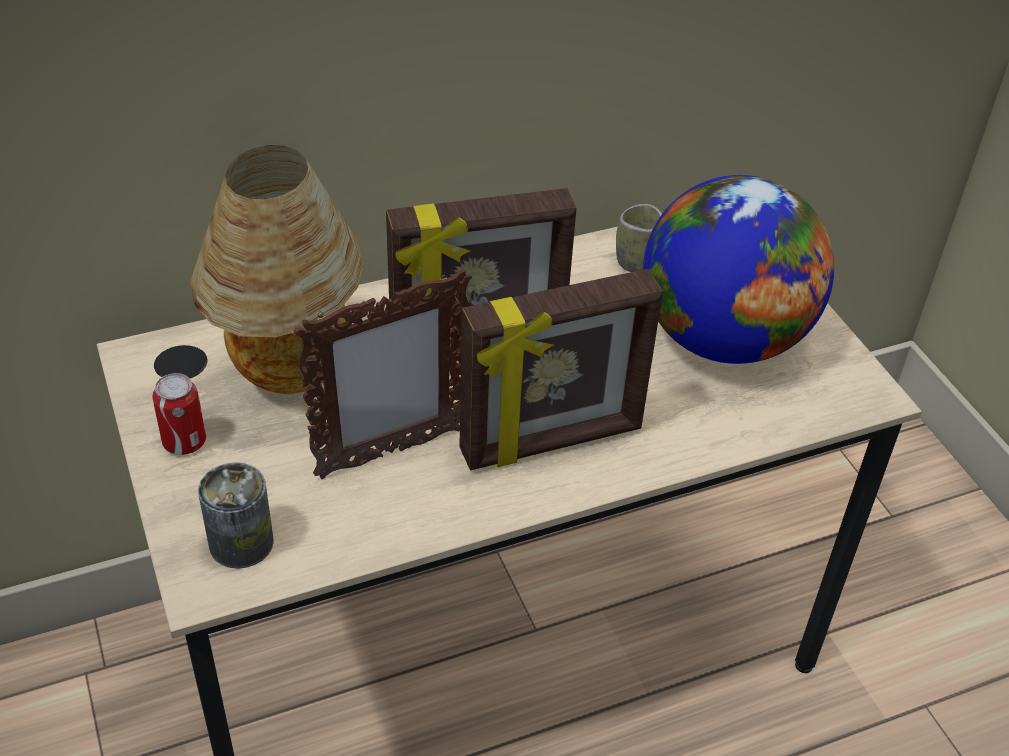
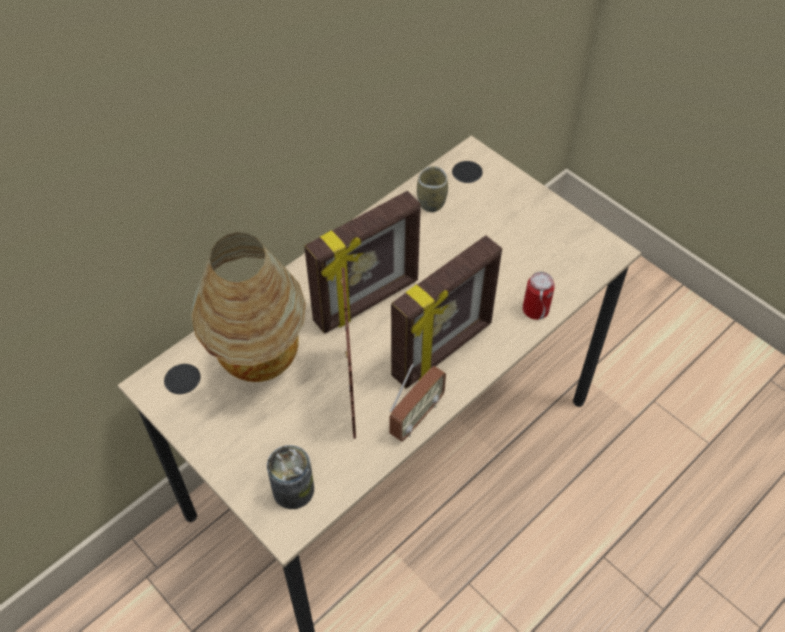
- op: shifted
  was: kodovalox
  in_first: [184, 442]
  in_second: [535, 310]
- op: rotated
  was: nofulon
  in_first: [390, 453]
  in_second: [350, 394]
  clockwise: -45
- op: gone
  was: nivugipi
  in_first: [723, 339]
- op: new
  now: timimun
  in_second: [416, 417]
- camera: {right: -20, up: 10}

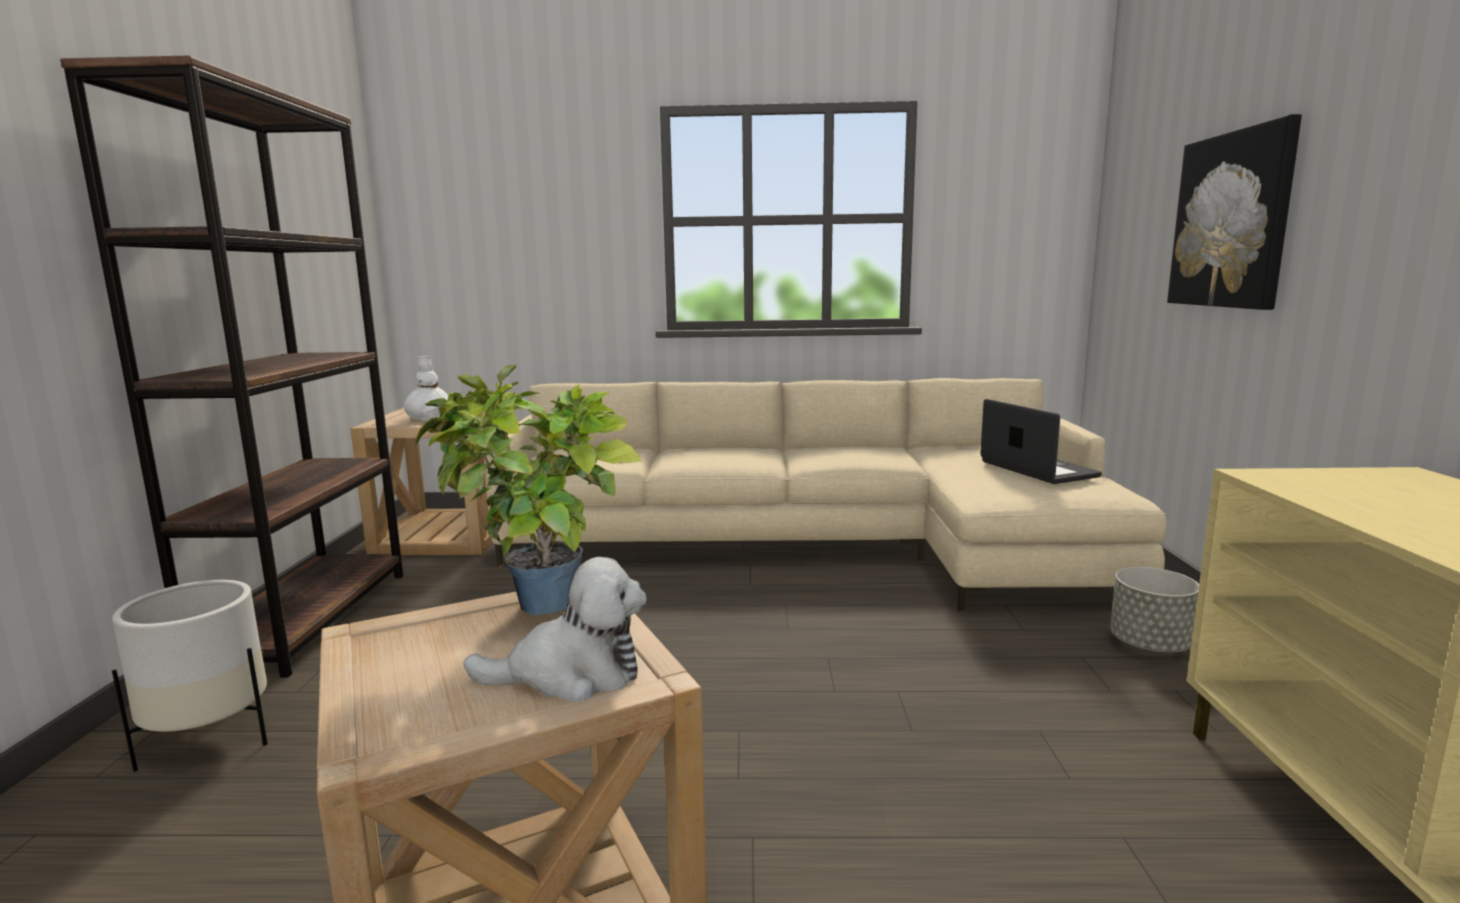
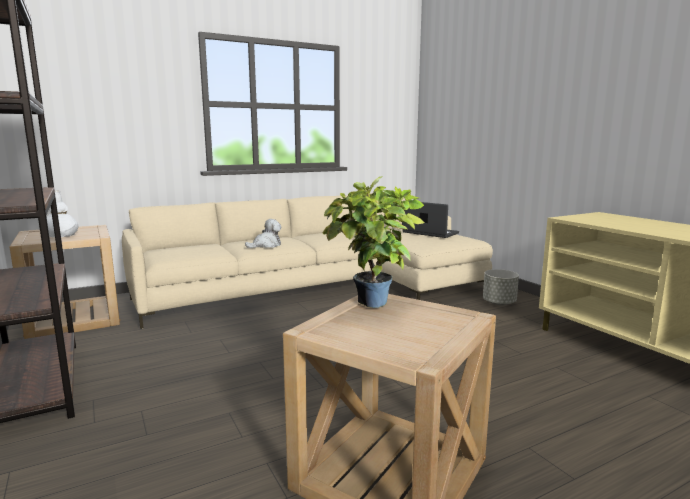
- op: gone
  was: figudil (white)
  in_first: [210, 739]
- op: shifted
  was: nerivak
  in_first: [571, 675]
  in_second: [266, 245]
- op: gone
  was: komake
  in_first: [1232, 220]
- camera: {right: -30, up: 0}

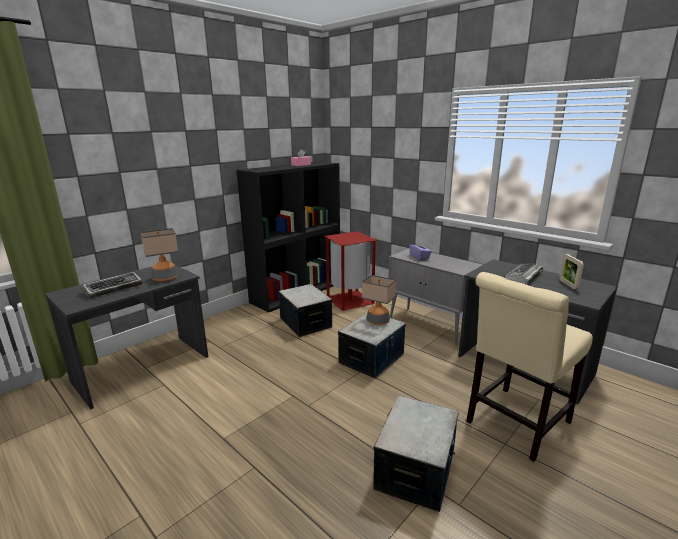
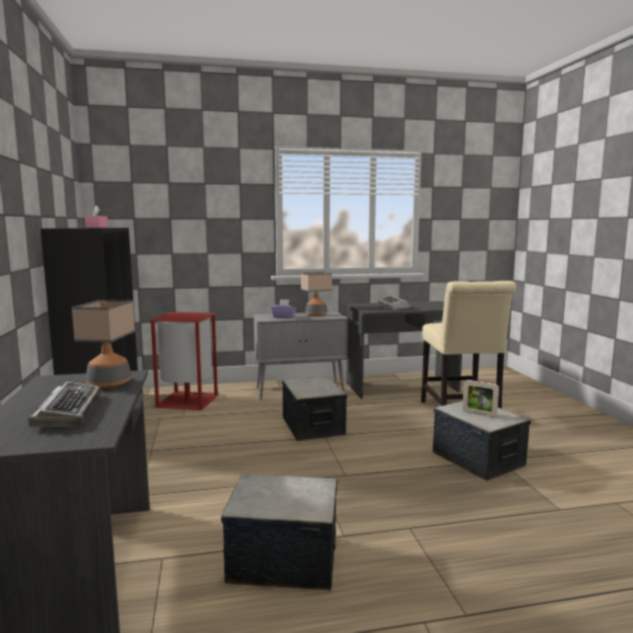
- op: shifted
  was: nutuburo
  in_first: [306, 323]
  in_second: [283, 559]
- op: shifted
  was: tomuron
  in_first: [377, 321]
  in_second: [316, 314]
- op: shifted
  was: nofulon
  in_first: [568, 284]
  in_second: [479, 414]
- camera: {right: -55, up: -10}

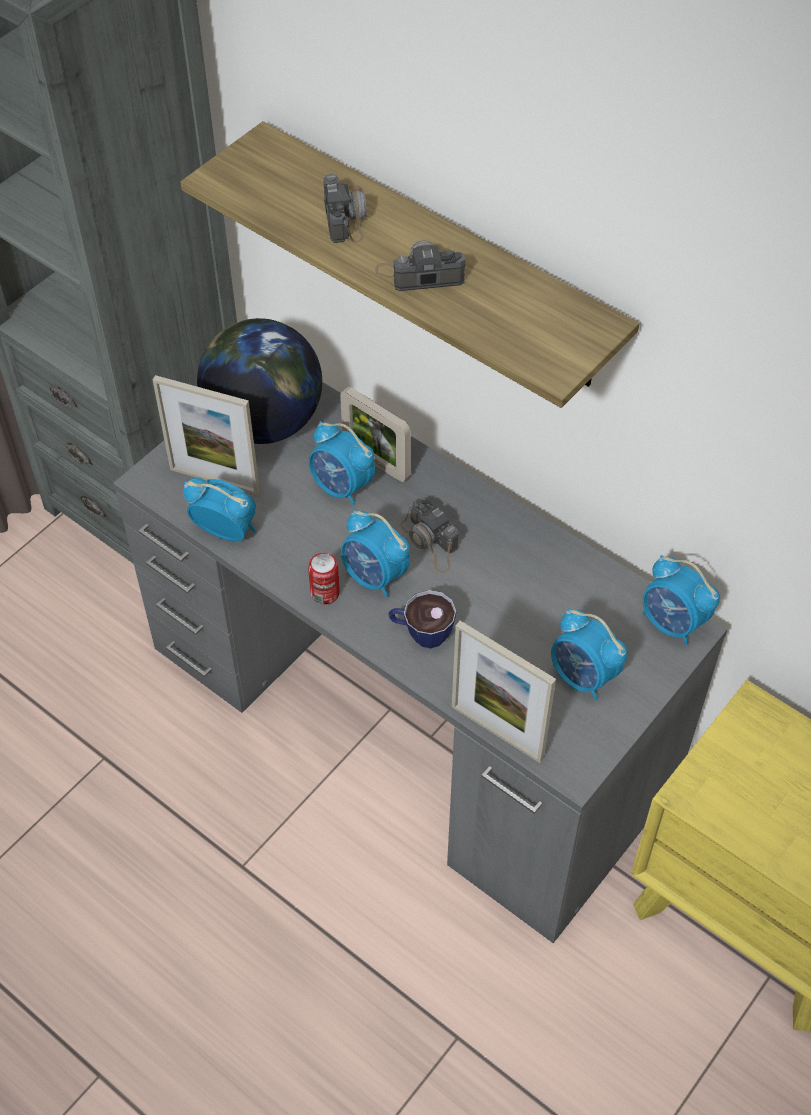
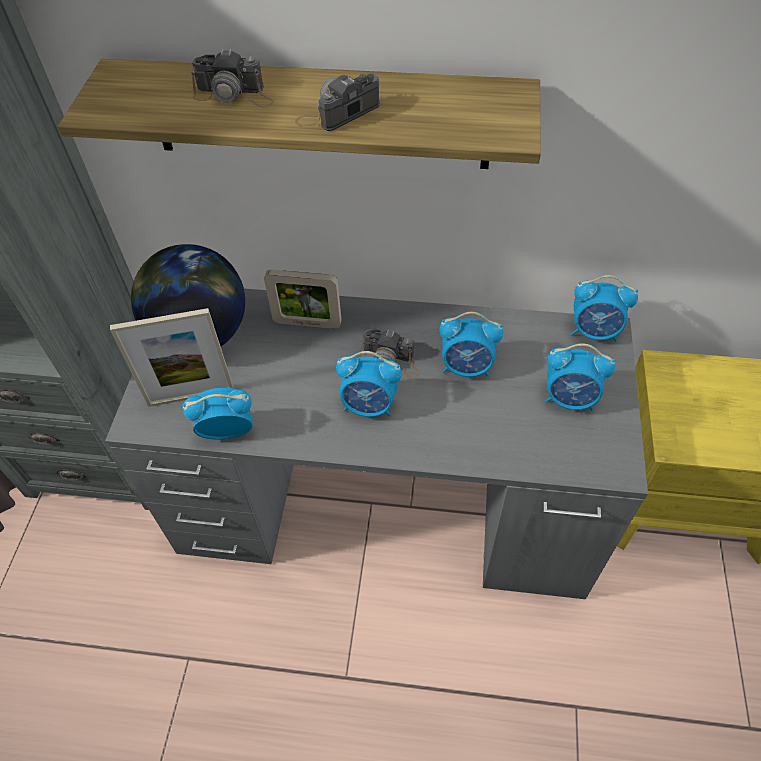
- op: gone
  was: kodovalox
  in_first: [325, 593]
- op: shifted
  was: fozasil
  in_first: [342, 487]
  in_second: [467, 367]
- op: rotated
  was: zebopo
  in_first: [346, 214]
  in_second: [234, 95]
  clockwise: 135
- op: gone
  was: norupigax
  in_first: [421, 632]
- op: gone
  was: nofulon
  in_first: [497, 732]
- camera: {right: -30, up: 0}

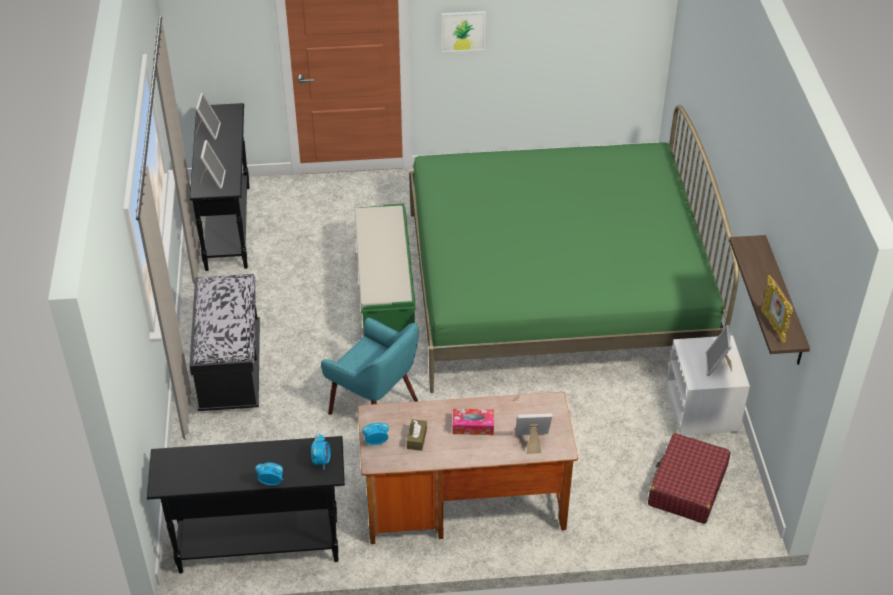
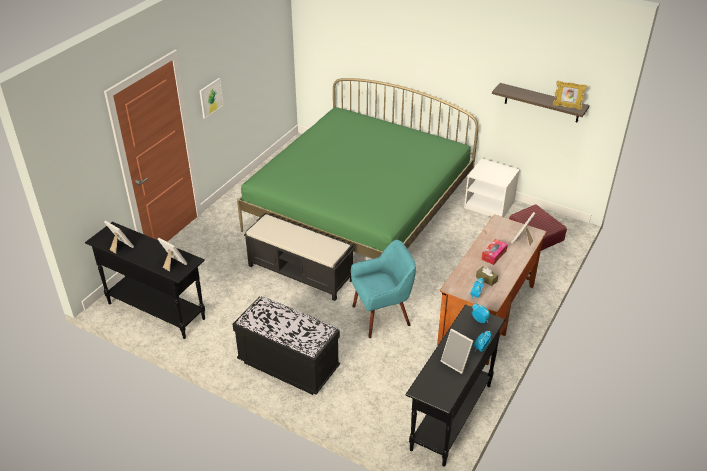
- op: repainted
  was: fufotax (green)
  now: fufotax (black)
  in_first: [386, 301]
  in_second: [301, 273]
- op: shifted
  was: nofulon
  in_first: [717, 366]
  in_second: [456, 362]
- camera: {right: -55, up: -5}

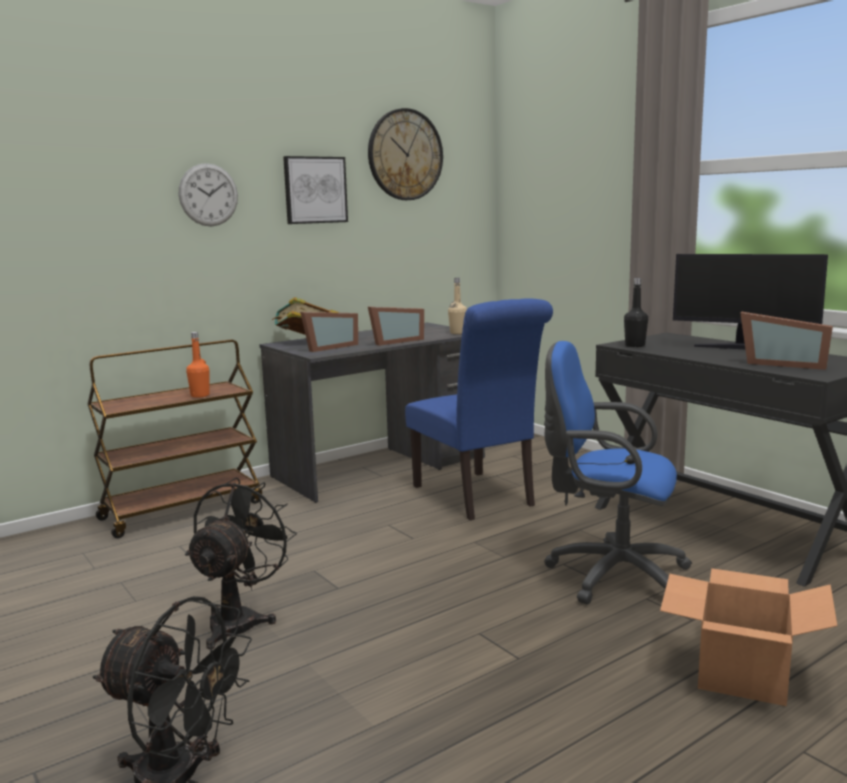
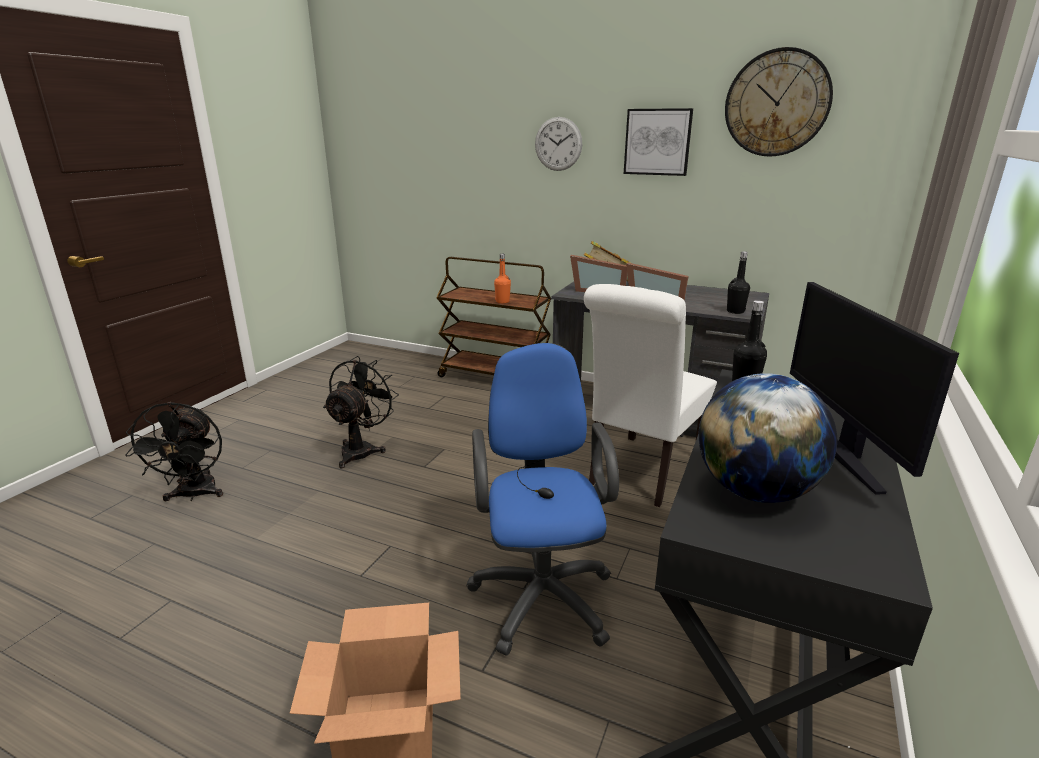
- op: rotated
  was: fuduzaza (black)
  in_first: [240, 620]
  in_second: [362, 450]
  clockwise: -60
- op: repainted
  was: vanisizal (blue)
  now: vanisizal (white)
  in_first: [477, 497]
  in_second: [641, 473]
- op: repainted
  was: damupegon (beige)
  now: damupegon (black)
  in_first: [457, 333]
  in_second: [735, 311]
- op: swapped
  was: nofulon
  now: nivugipi
  in_first: [783, 364]
  in_second: [755, 491]
- camera: {right: 60, up: 10}

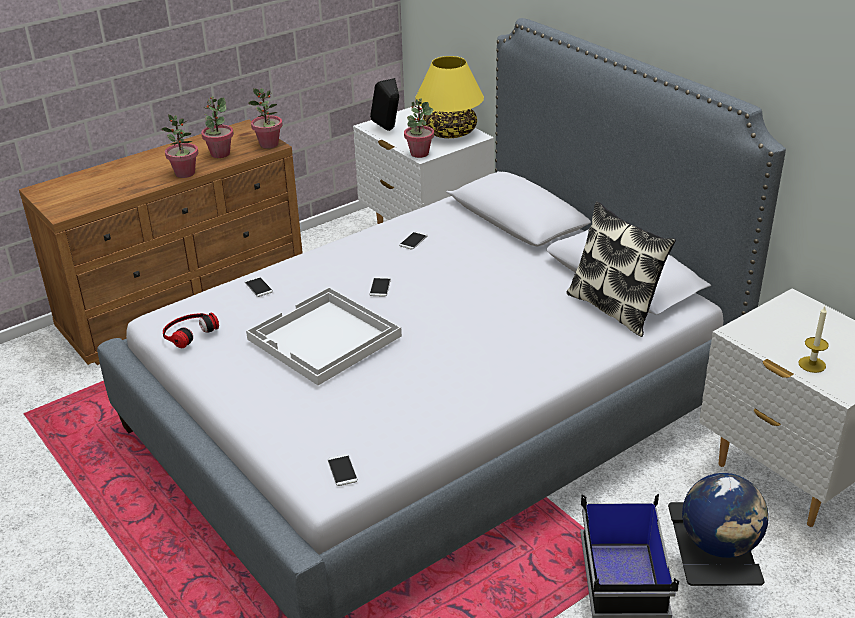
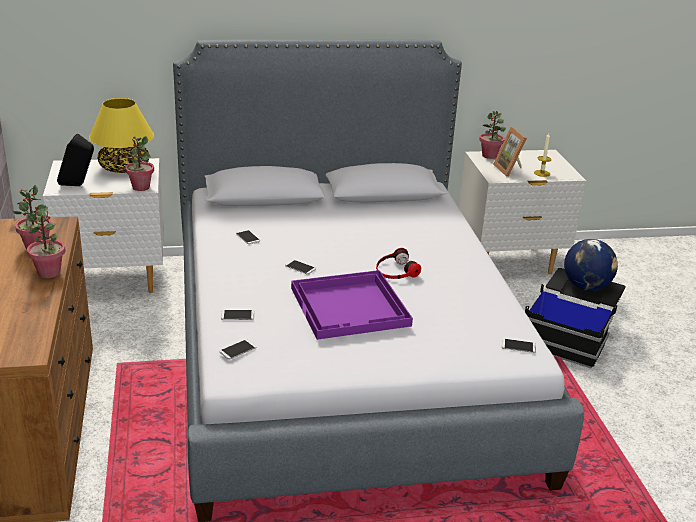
- op: shifted
  was: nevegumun
  in_first: [188, 332]
  in_second: [395, 270]
- op: repainted
  was: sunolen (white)
  now: sunolen (purple)
  in_first: [324, 338]
  in_second: [351, 307]
- op: shifted
  was: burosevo
  in_first: [269, 144]
  in_second: [489, 156]
- op: gone
  was: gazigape
  in_first: [614, 308]
- op: new
  now: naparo
  in_second: [238, 350]
- op: new
  now: nofulon
  in_second: [510, 170]
- camera: {right: -65, up: -5}

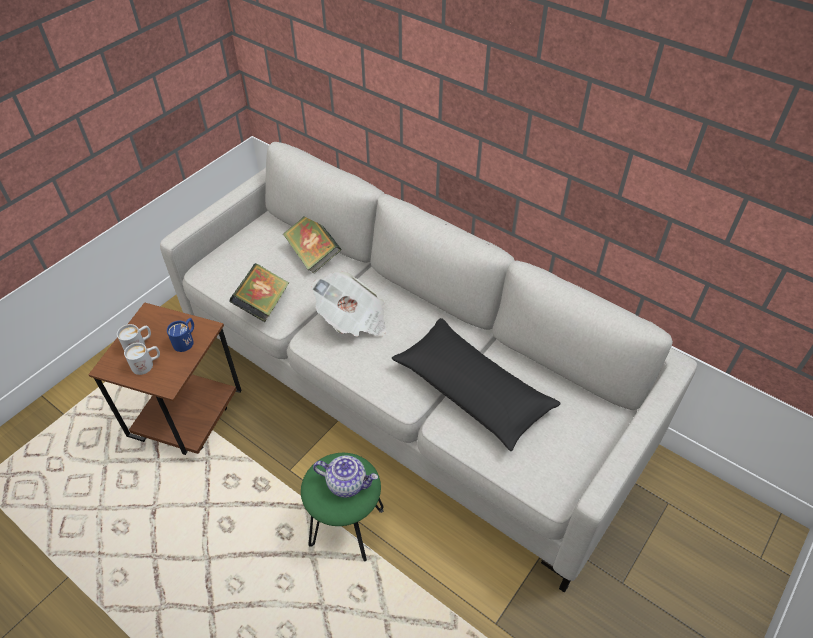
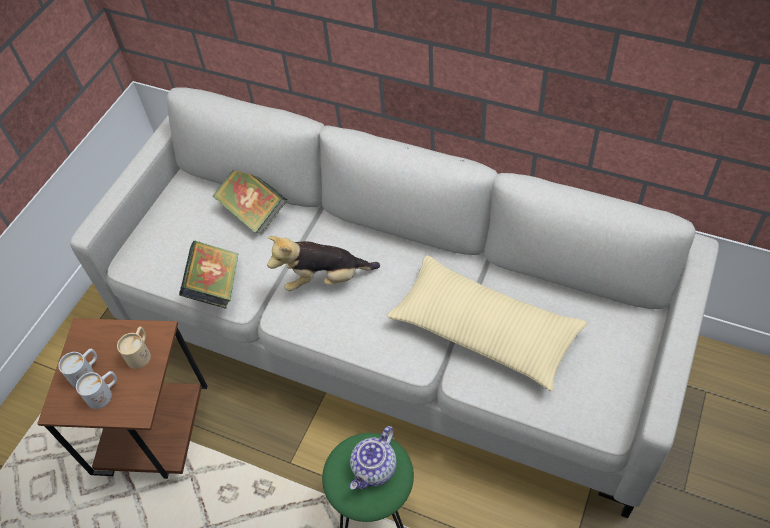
- op: repainted
  was: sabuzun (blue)
  now: sabuzun (beige)
  in_first: [186, 340]
  in_second: [140, 353]
- op: swapped
  was: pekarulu
  now: nerivak
  in_first: [353, 319]
  in_second: [325, 279]
- op: rotated
  was: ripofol
  in_first: [347, 483]
  in_second: [375, 469]
  clockwise: 120
- op: repainted
  was: gazigape (black)
  now: gazigape (beige)
  in_first: [472, 390]
  in_second: [484, 330]
- camera: {right: -10, up: 5}

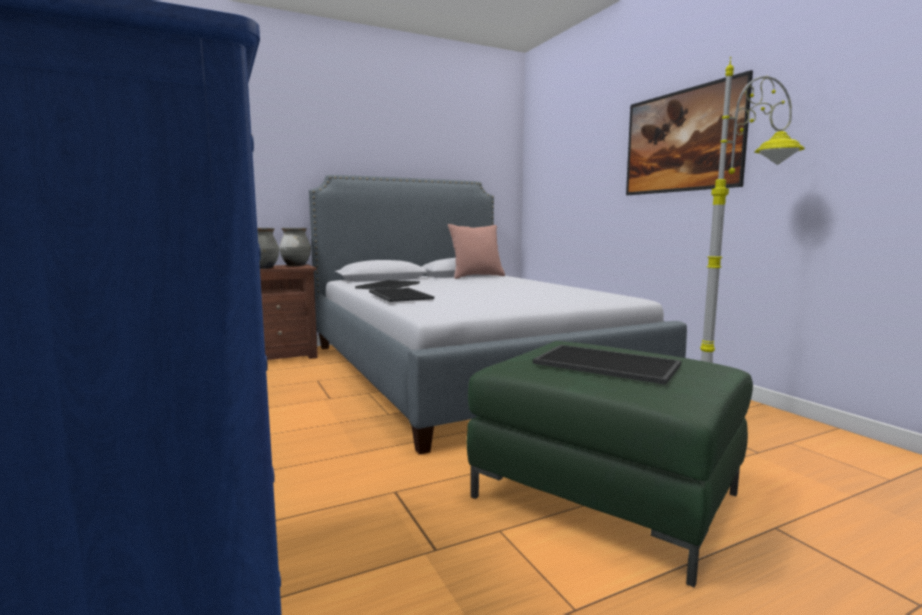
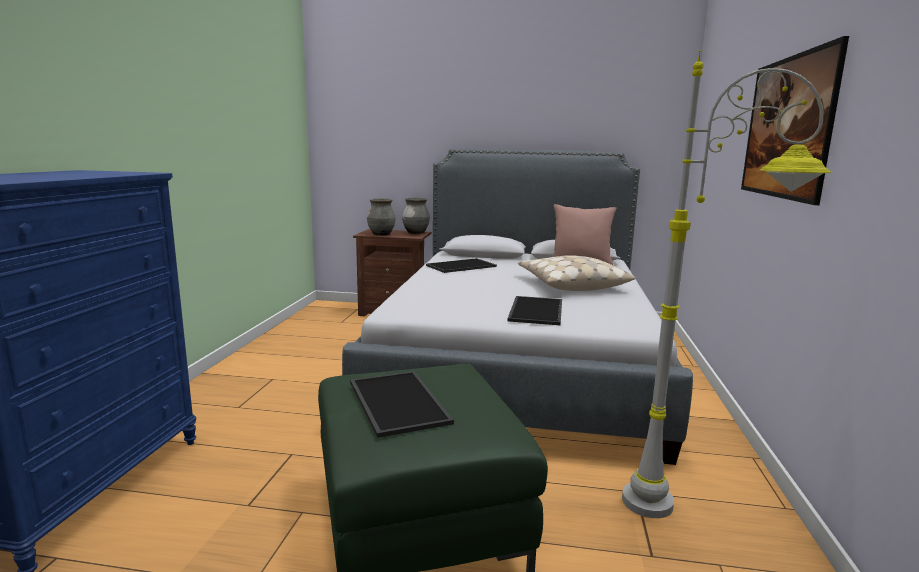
- op: shifted
  was: sunolen
  in_first: [398, 295]
  in_second: [535, 310]
- op: new
  now: gazigape (beige)
  in_second: [571, 284]
- camera: {right: 35, up: 5}

